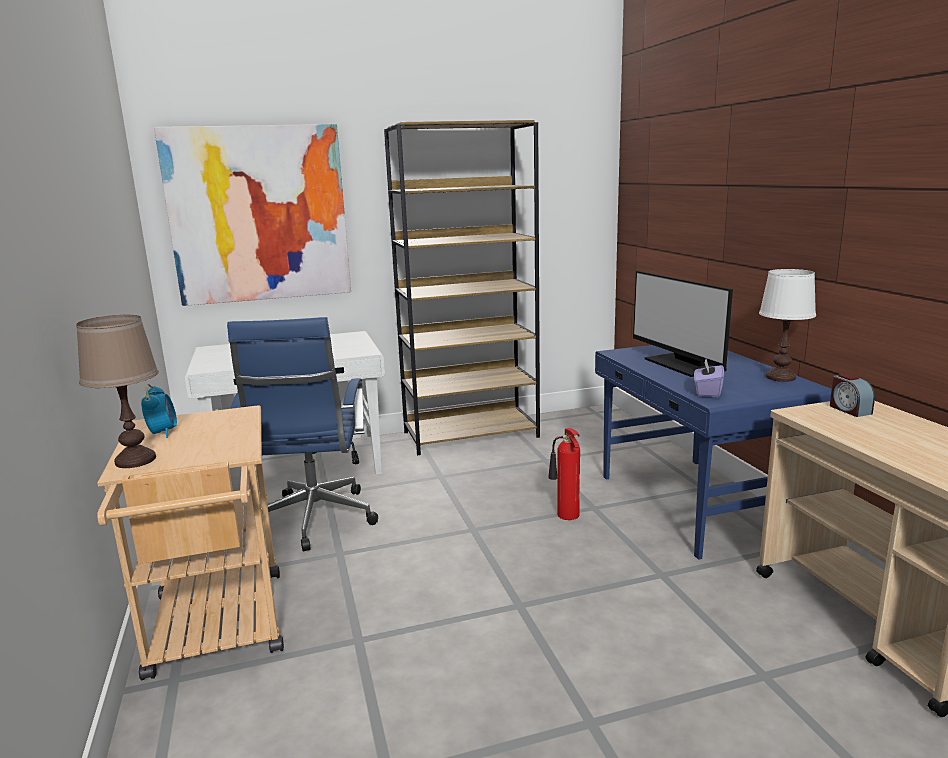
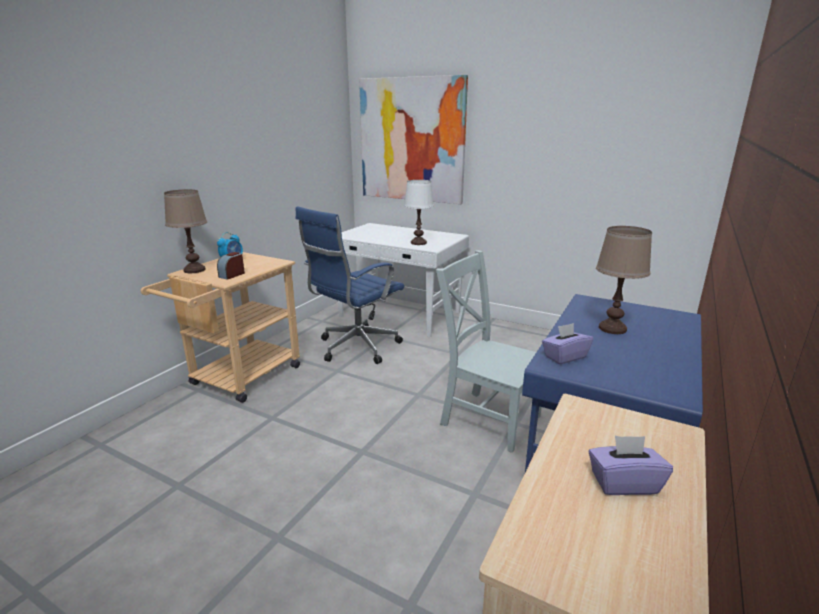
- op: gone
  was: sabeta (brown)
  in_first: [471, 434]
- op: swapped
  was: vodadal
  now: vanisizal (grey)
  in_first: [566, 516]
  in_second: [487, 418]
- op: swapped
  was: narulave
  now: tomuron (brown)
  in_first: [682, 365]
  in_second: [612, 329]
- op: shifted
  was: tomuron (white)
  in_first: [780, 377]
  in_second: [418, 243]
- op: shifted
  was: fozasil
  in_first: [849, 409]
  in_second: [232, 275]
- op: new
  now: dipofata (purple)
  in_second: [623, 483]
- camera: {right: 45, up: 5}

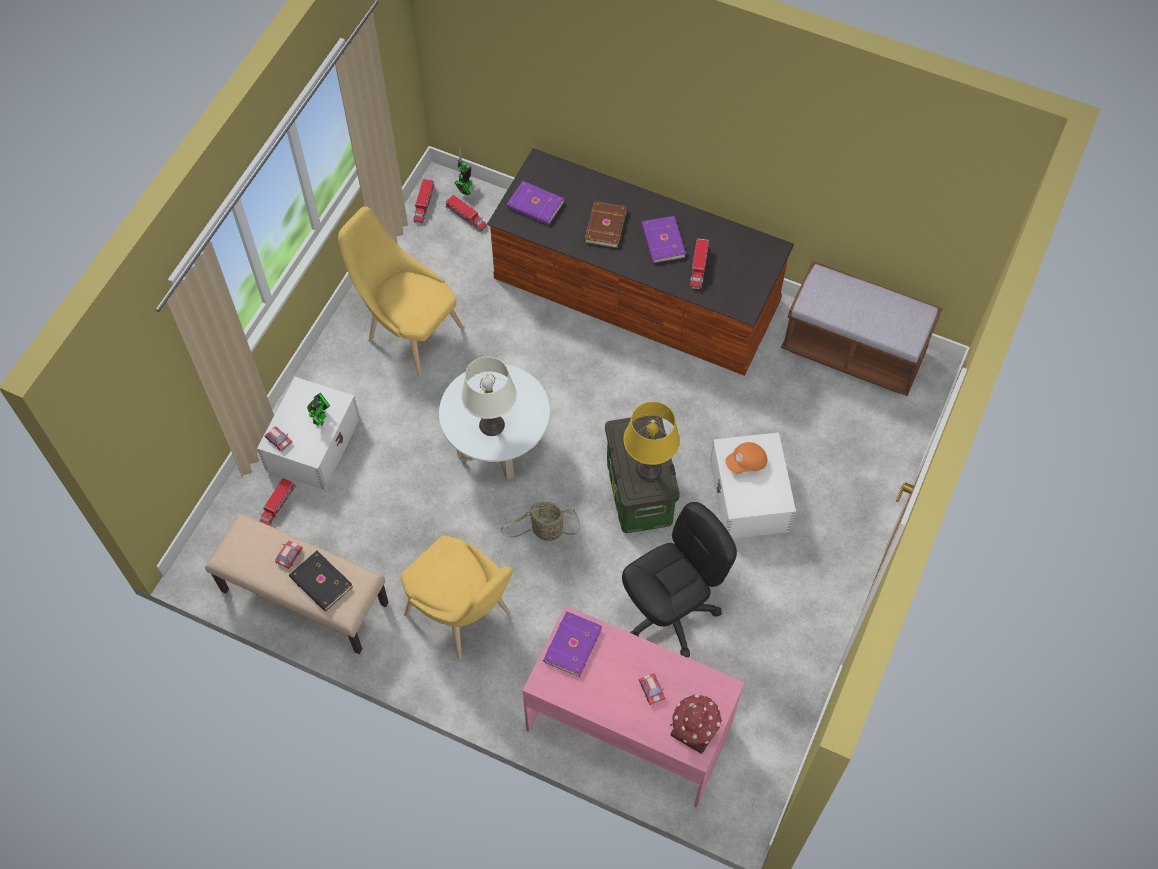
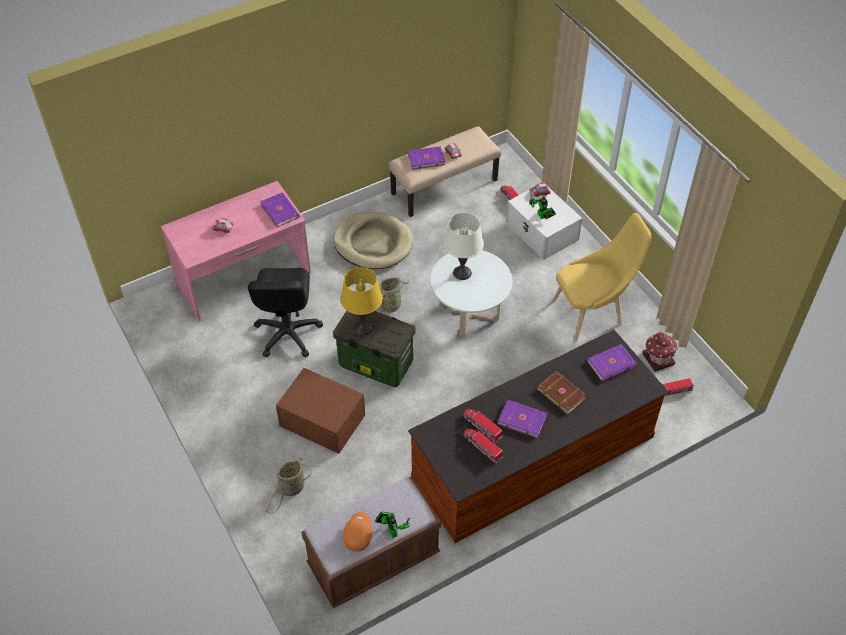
- op: repainted
  was: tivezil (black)
  now: tivezil (purple)
  in_first: [320, 583]
  in_second: [425, 159]
- op: swapped
  was: vanisizal (yellow)
  now: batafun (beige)
  in_first: [463, 616]
  in_second: [373, 243]
- op: shifted
  was: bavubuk
  in_first: [424, 205]
  in_second: [482, 447]
- op: shifted
  was: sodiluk
  in_first: [465, 188]
  in_second: [391, 530]
- op: shifted
  was: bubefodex
  in_first: [694, 729]
  in_second: [658, 358]
- op: repainted
  was: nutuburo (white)
  now: nutuburo (brown)
  in_first: [749, 497]
  in_second: [322, 419]
- op: shifted
  was: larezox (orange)
  in_first: [746, 463]
  in_second: [357, 535]
- op: new
  now: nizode
  in_second: [291, 489]
- camera: {right: 125, up: -10}

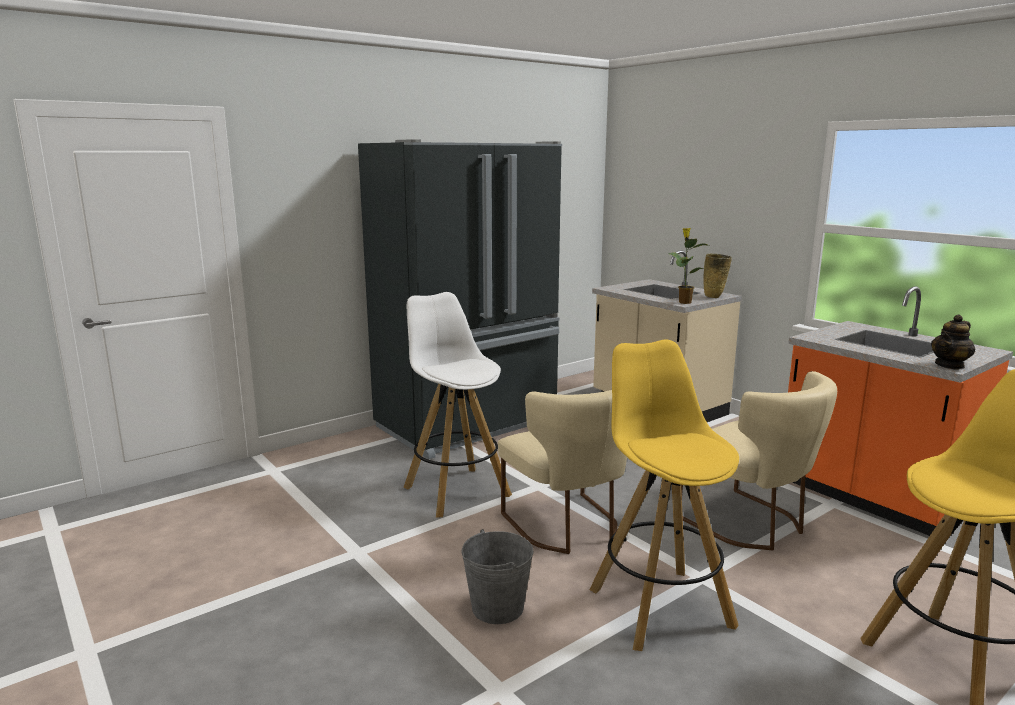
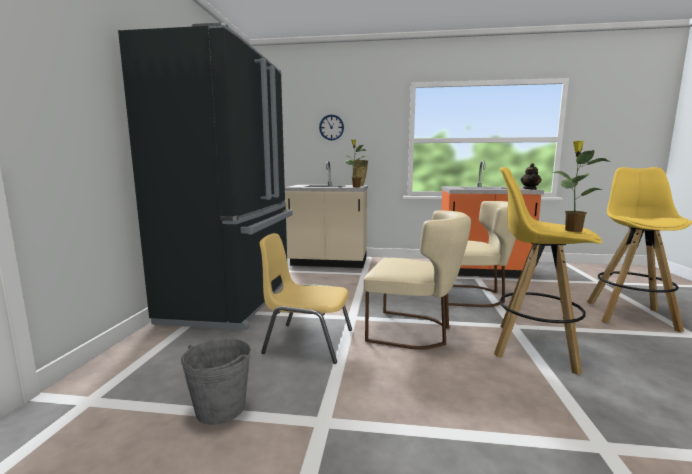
- op: swapped
  was: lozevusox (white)
  now: vanisizal (yellow)
  in_first: [455, 491]
  in_second: [307, 341]
- op: shifted
  was: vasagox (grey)
  in_first: [497, 607]
  in_second: [220, 408]
- op: new
  now: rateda
  in_second: [331, 127]
- op: new
  now: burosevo
  in_second: [572, 230]
- camera: {right: -45, up: -5}

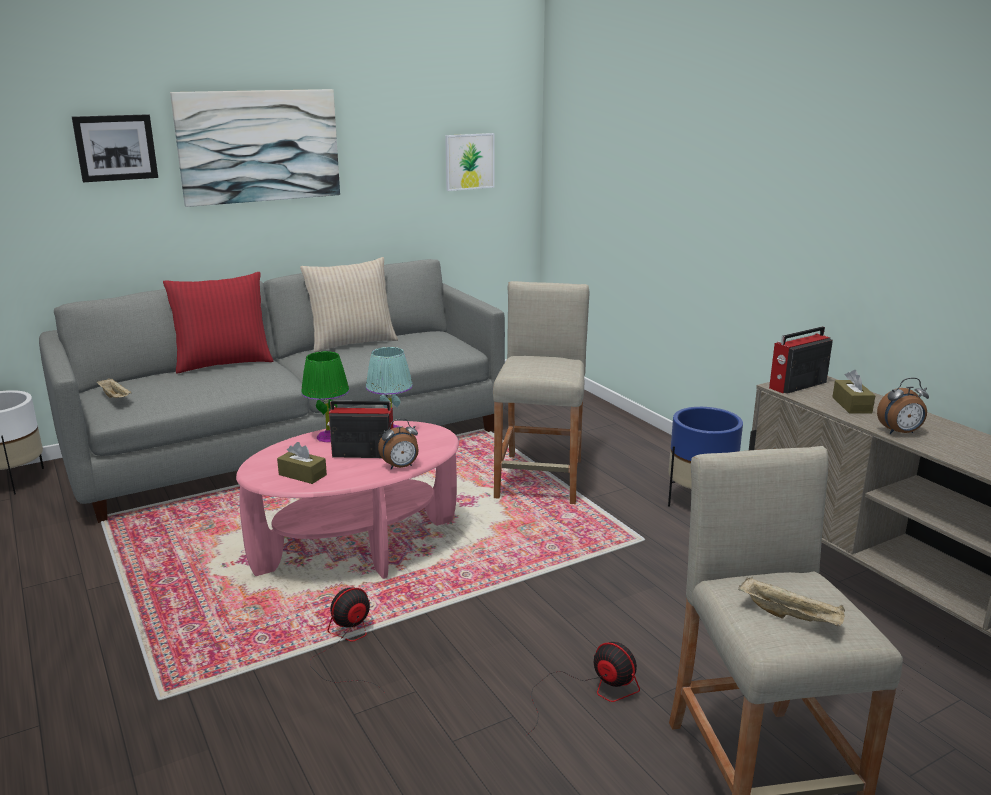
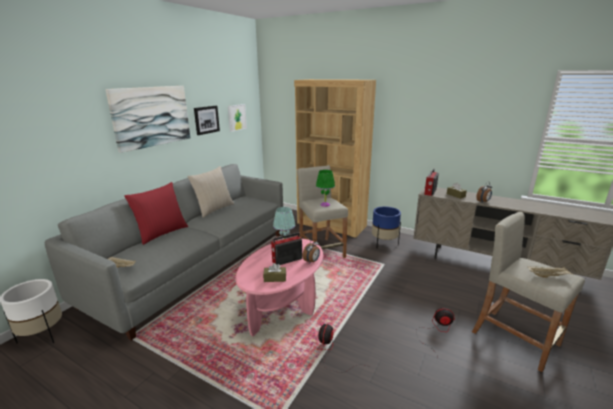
- op: shifted
  was: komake
  in_first: [115, 147]
  in_second: [206, 120]
- op: shifted
  was: tomuron (green)
  in_first: [328, 437]
  in_second: [325, 204]
- op: new
  now: sabeta (brown)
  in_second: [331, 225]
- camera: {right: -30, up: 0}

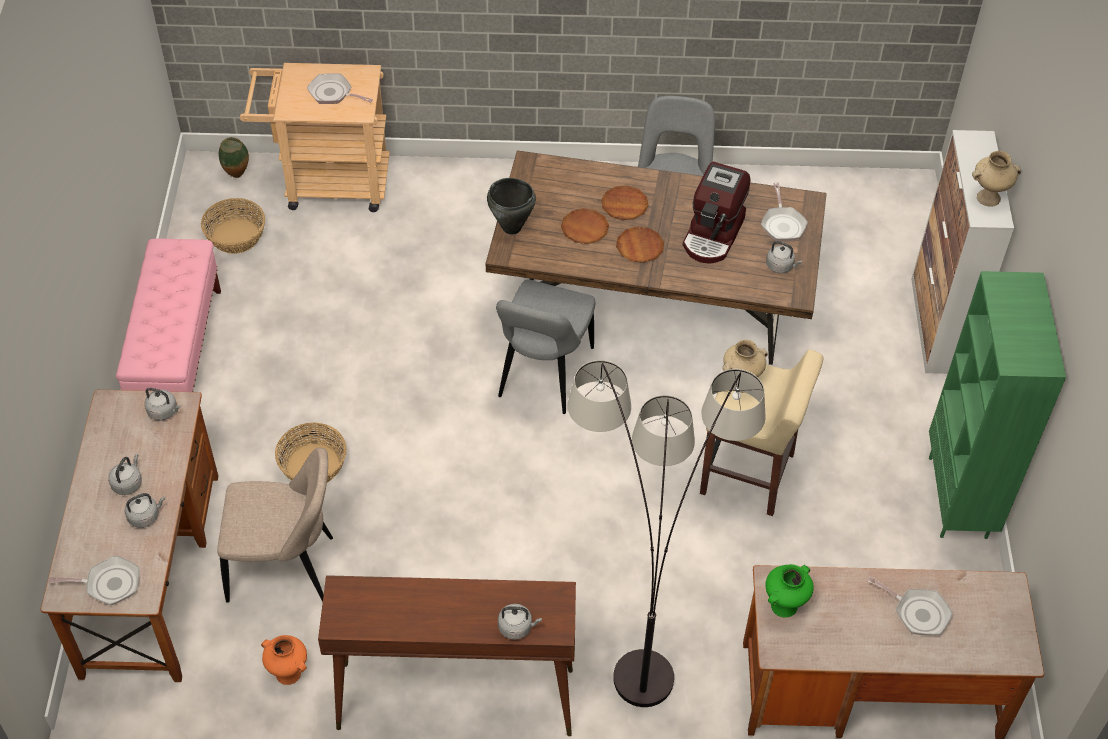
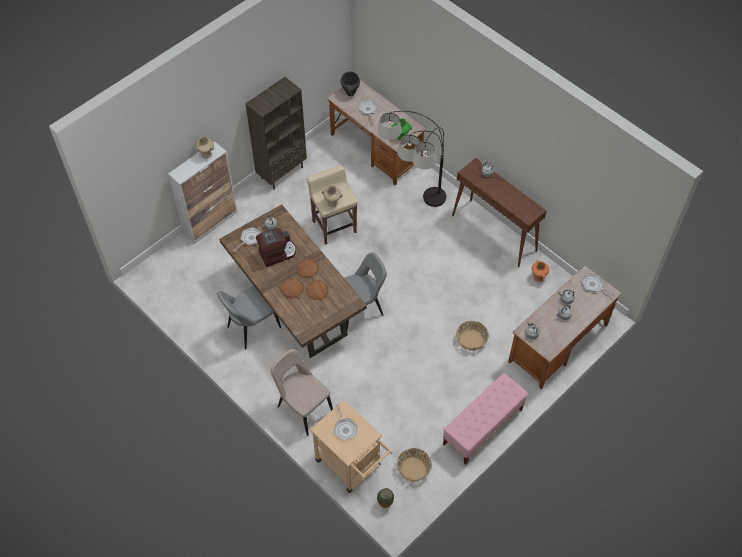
- op: shifted
  was: vanisizal (beige)
  in_first: [286, 569]
  in_second: [303, 408]
- op: shifted
  was: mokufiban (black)
  in_first: [512, 228]
  in_second: [350, 93]
- op: repainted
  was: sabeta (green)
  now: sabeta (brown)
  in_first: [959, 498]
  in_second: [282, 172]
- camera: {right: -135, up: 5}

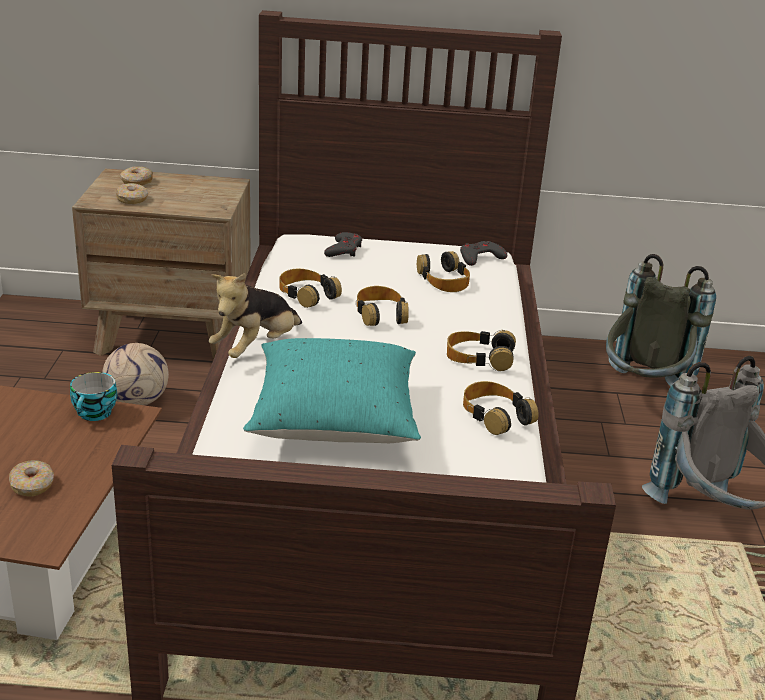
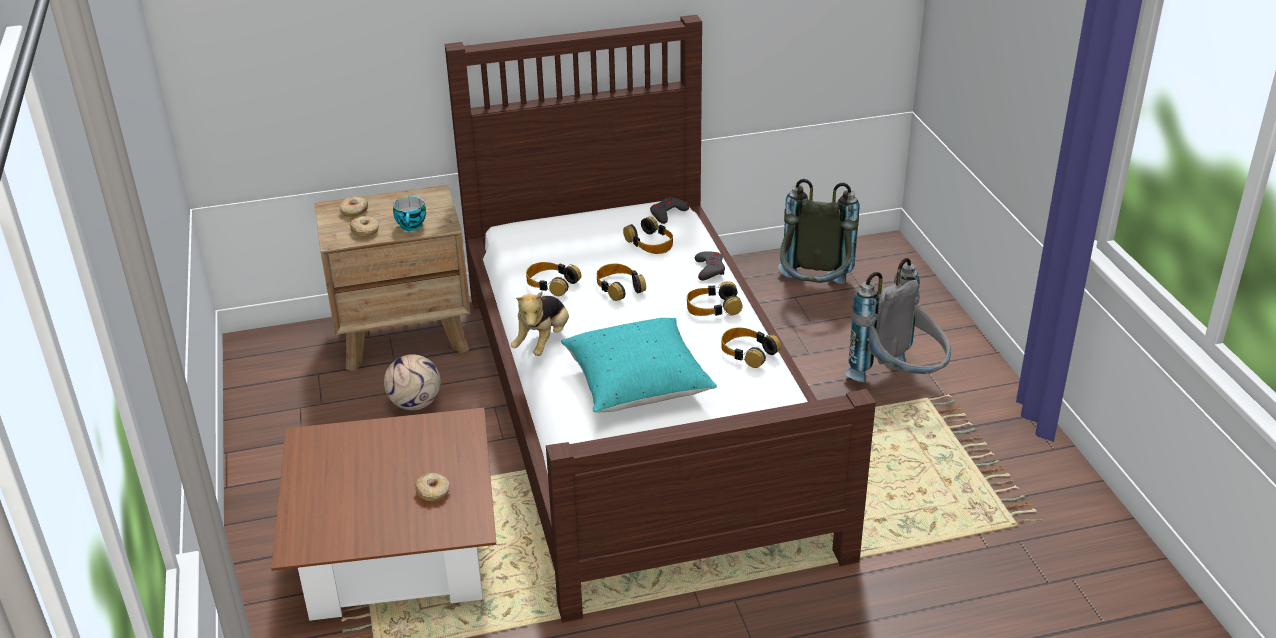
- op: shifted
  was: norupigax
  in_first: [95, 414]
  in_second: [412, 226]
- op: shifted
  was: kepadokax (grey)
  in_first: [344, 250]
  in_second: [709, 269]
- camera: {right: -15, up: 5}

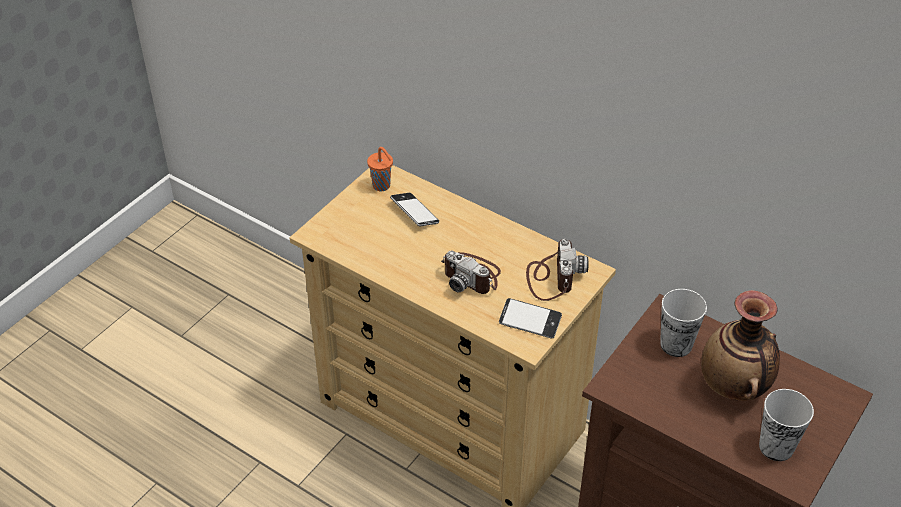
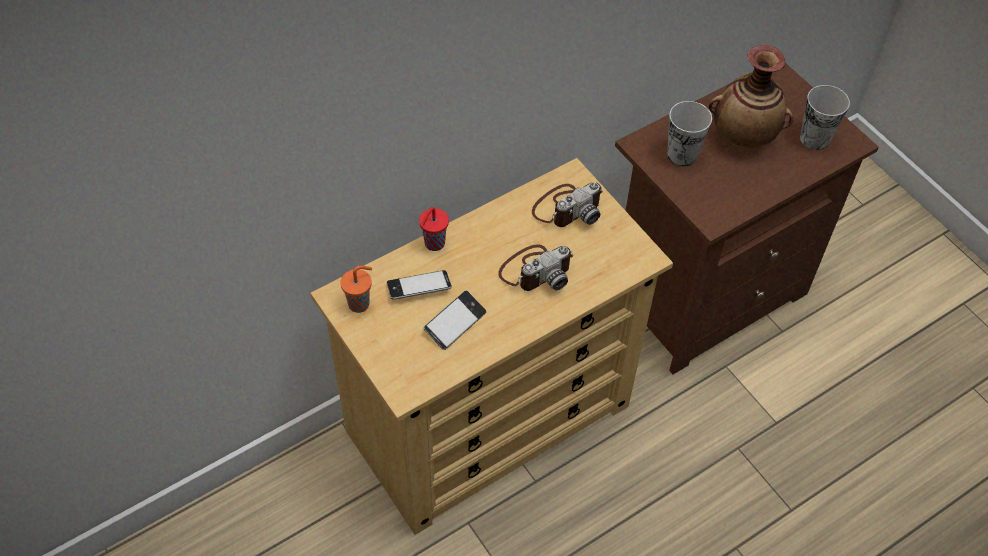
- op: shifted
  was: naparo
  in_first: [529, 322]
  in_second: [455, 323]
- op: rotated
  was: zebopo
  in_first: [552, 277]
  in_second: [567, 208]
  clockwise: 120
- op: new
  now: norupigax (red)
  in_second: [433, 244]
- camera: {right: -70, up: 10}

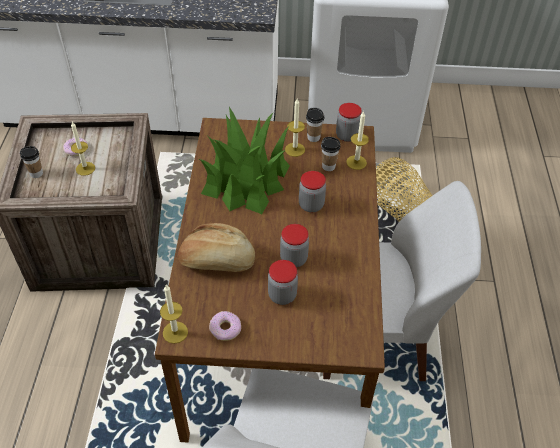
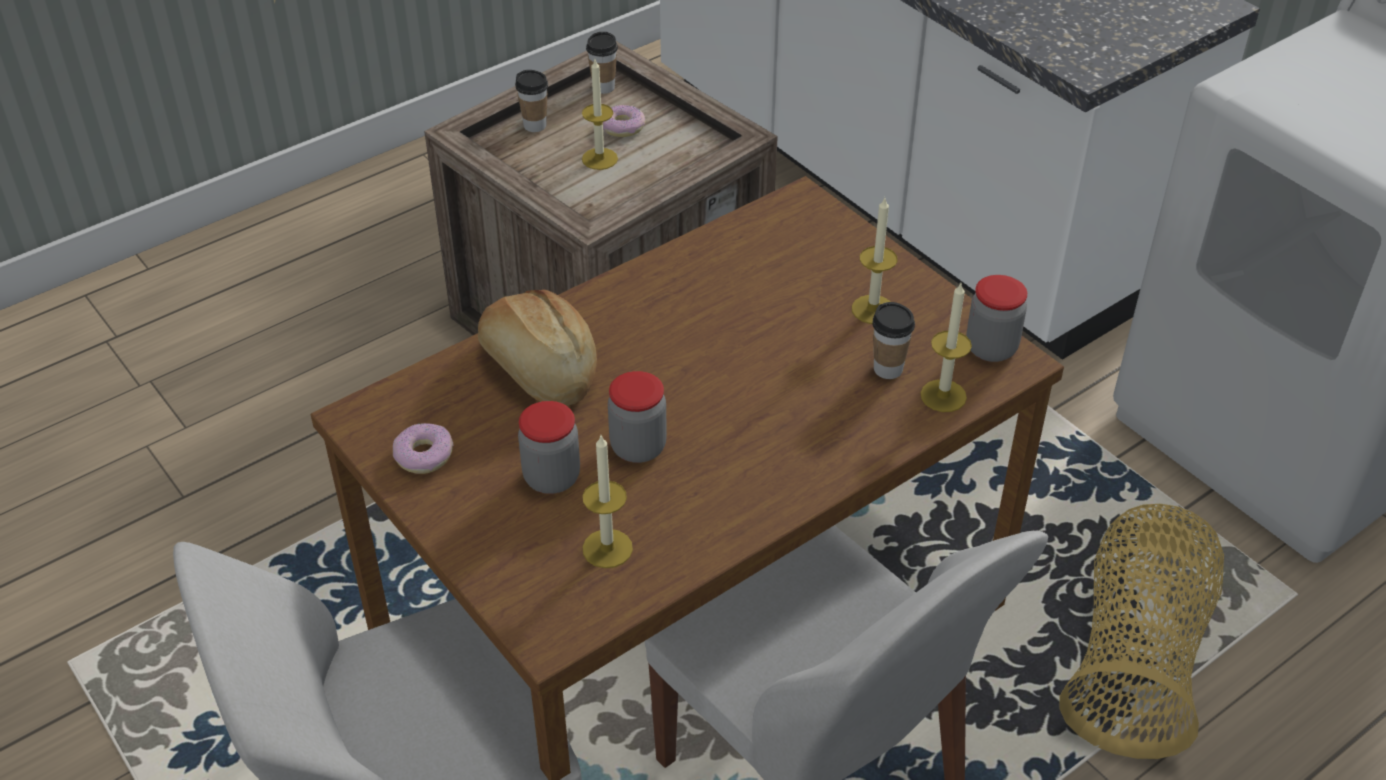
- op: shifted
  was: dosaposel
  in_first: [175, 332]
  in_second: [607, 548]
- op: gone
  was: burosevo
  in_first: [246, 180]
- op: gone
  was: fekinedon
  in_first: [311, 205]
- op: shifted
  was: norupigax
  in_first: [313, 137]
  in_second: [603, 87]
- camera: {right: 50, up: -5}

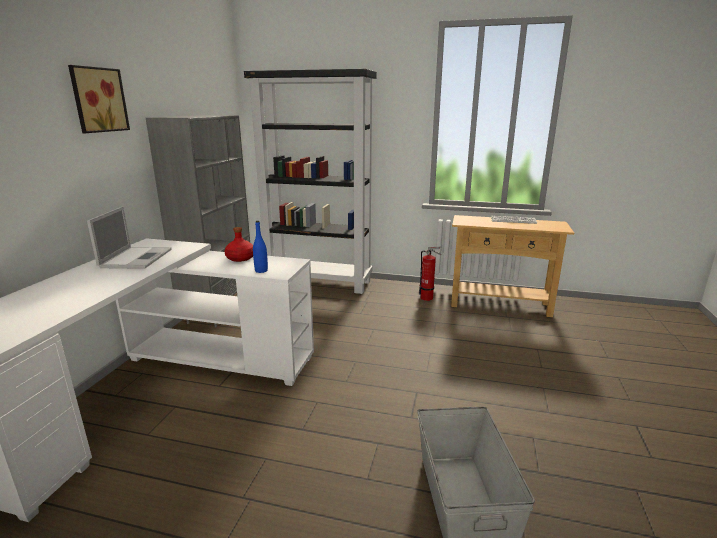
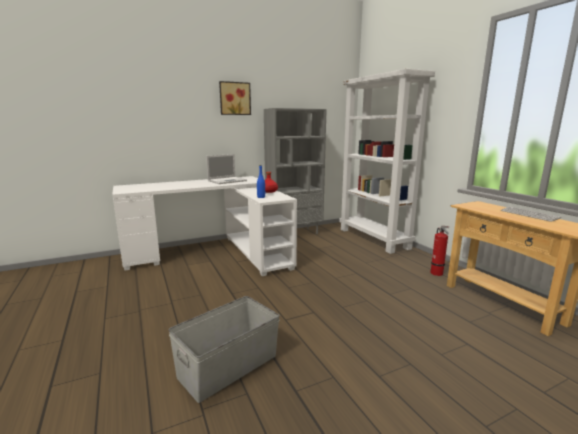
- op: repainted
  was: sabeta (black)
  now: sabeta (white)
  in_first: [319, 282]
  in_second: [374, 238]
- camera: {right: 50, up: -5}

